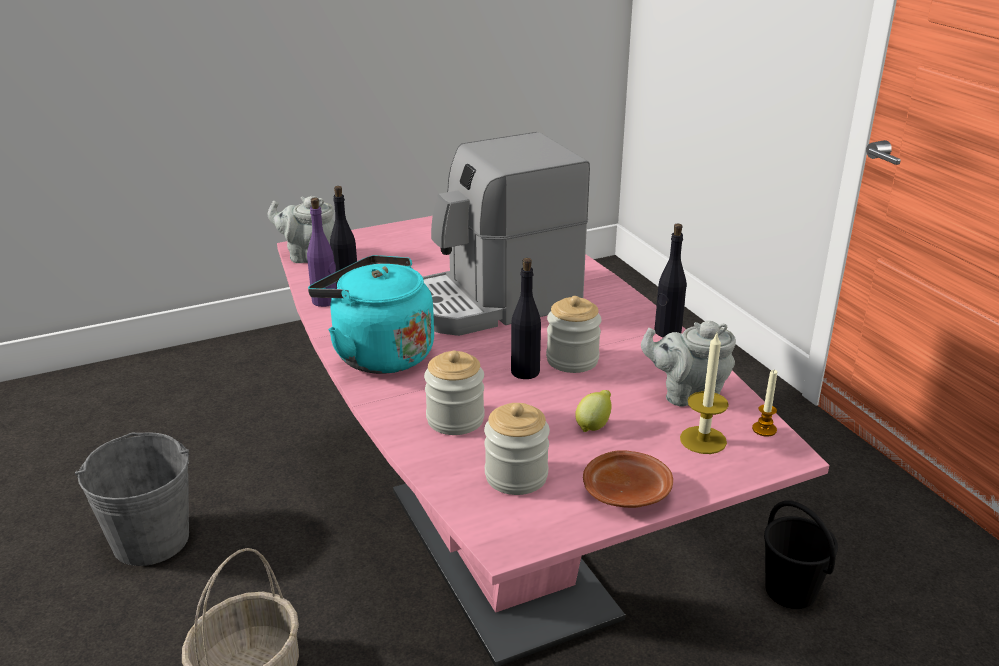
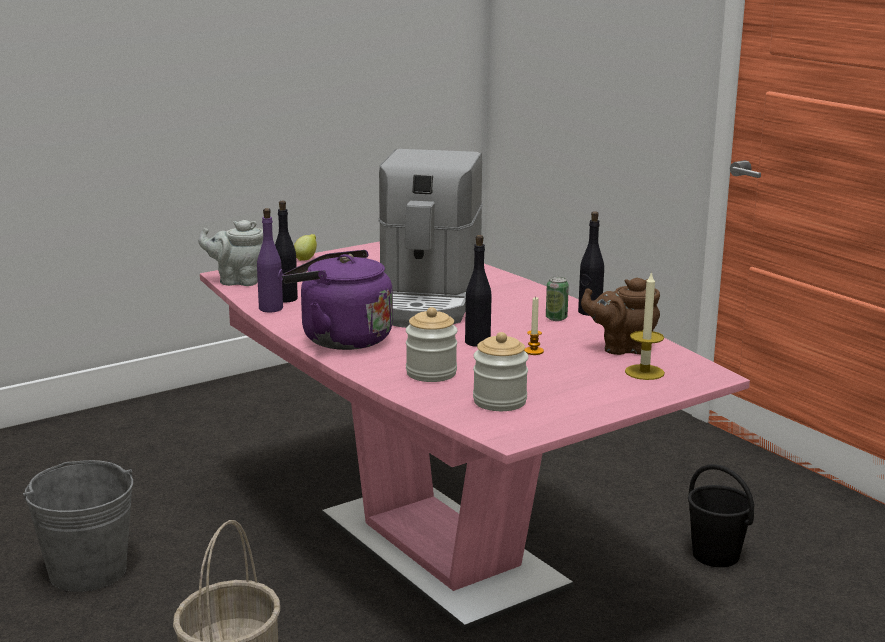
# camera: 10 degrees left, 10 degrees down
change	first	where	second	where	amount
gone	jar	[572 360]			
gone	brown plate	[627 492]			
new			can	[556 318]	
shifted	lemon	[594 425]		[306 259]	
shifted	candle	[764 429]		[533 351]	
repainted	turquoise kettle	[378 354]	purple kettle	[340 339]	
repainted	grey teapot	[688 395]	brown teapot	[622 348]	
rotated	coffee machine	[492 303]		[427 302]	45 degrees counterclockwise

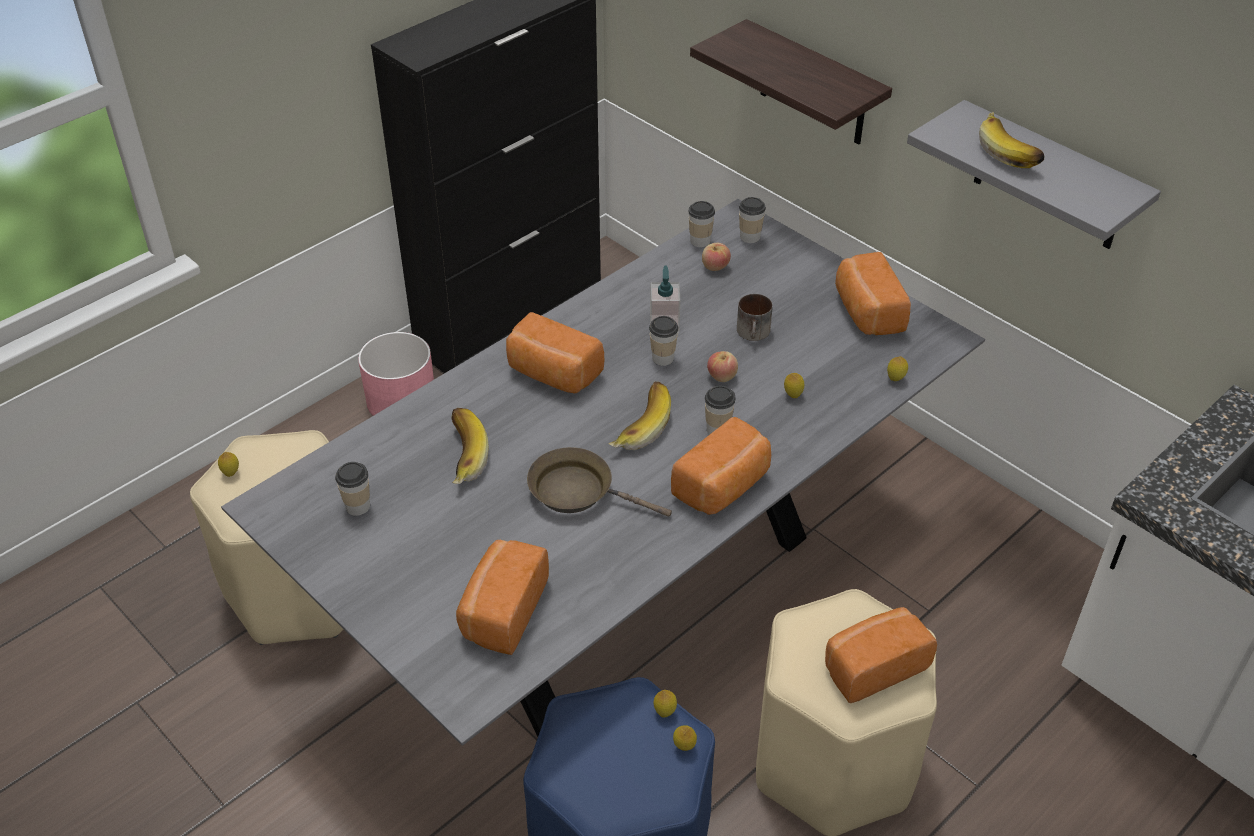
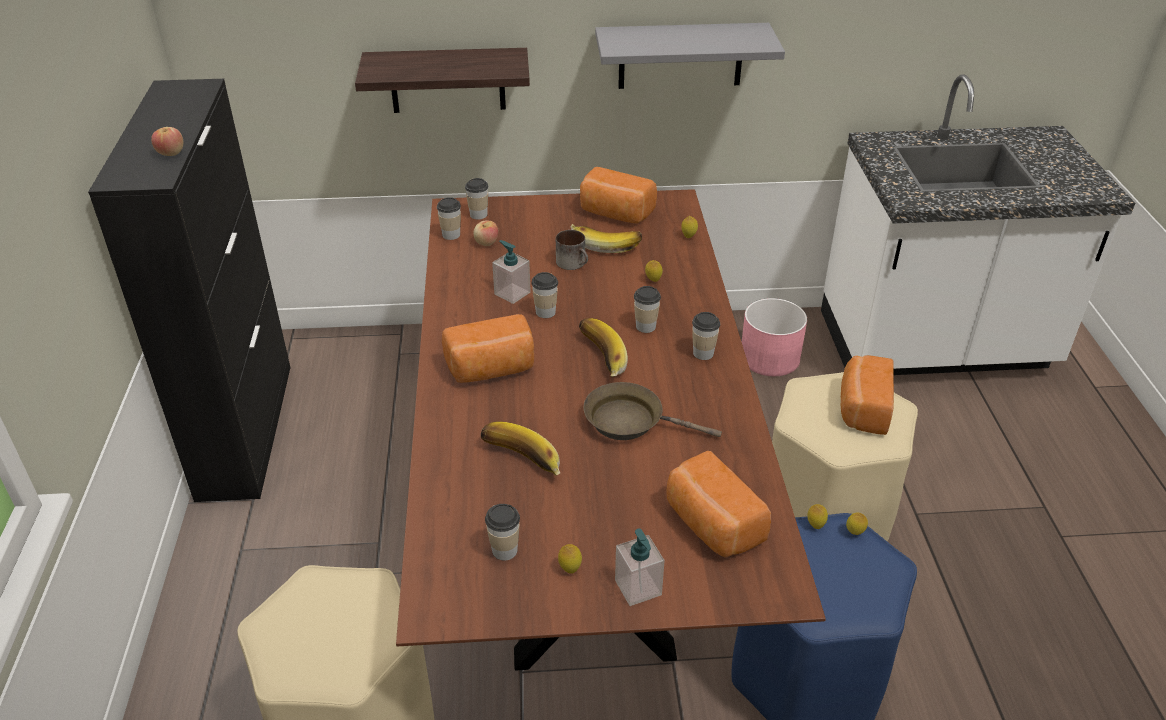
# camera: 50 degrees left, 5 degrees down
change	first	where	second	where	amount
new			soap dispenser	[638 588]	
shifted	lemon	[231 473]		[570 569]	
shifted	pink planter	[401 400]		[769 357]	
shifted	apple	[721 376]		[170 153]	
shifted	banana	[1010 152]		[606 244]	
swapped	bread	[724 486]	cup	[703 353]	
repainted	grey dining table	[627 590]	brown dining table	[582 529]	
rotated	brown frying pan	[578 491]		[630 421]	45 degrees clockwise

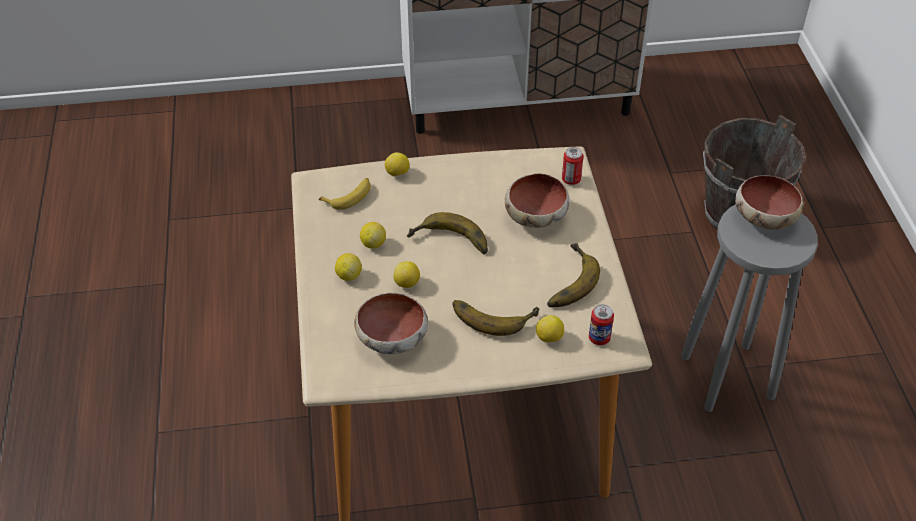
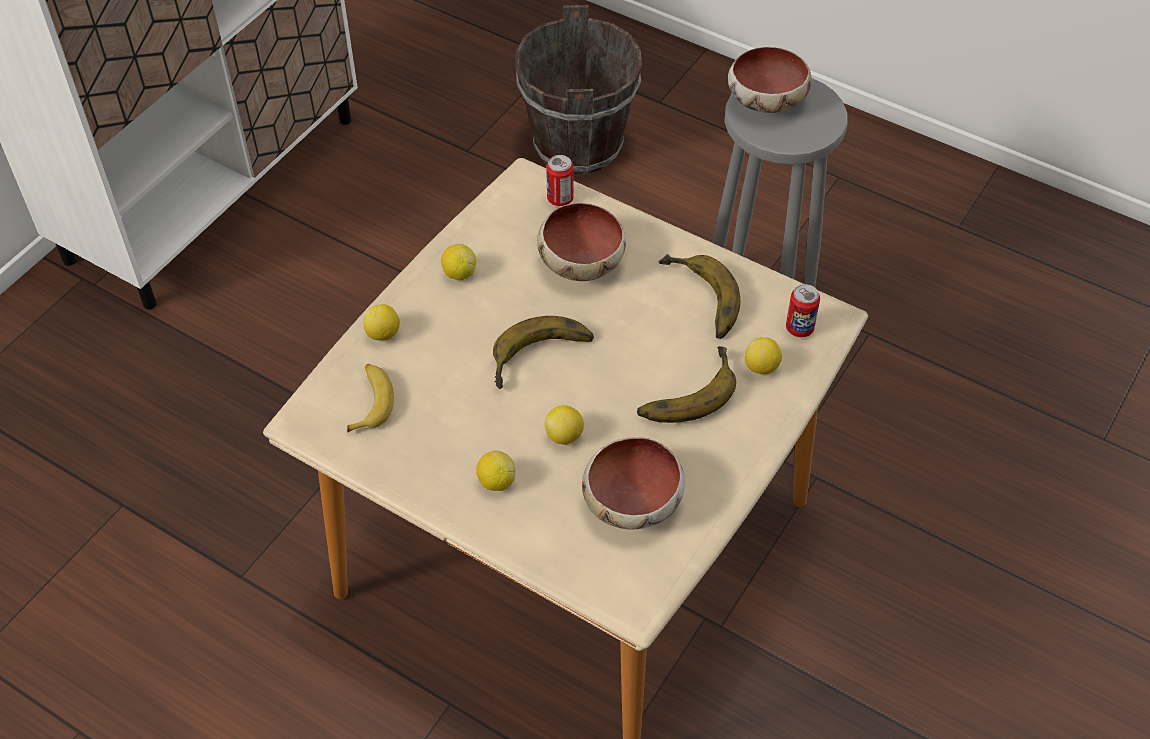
# camera: 50 degrees left, 5 degrees up
change	first	where	second	where	amount
shifted	lemon	[373 243]		[459 273]	

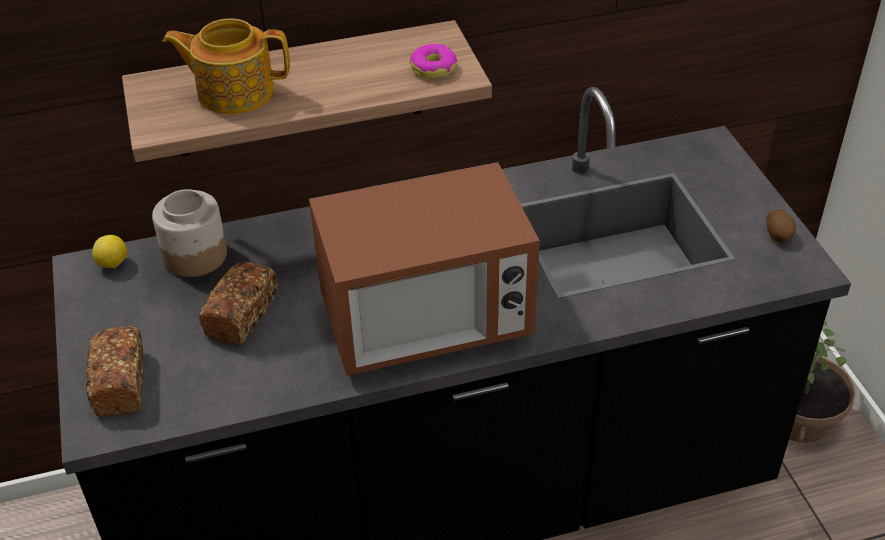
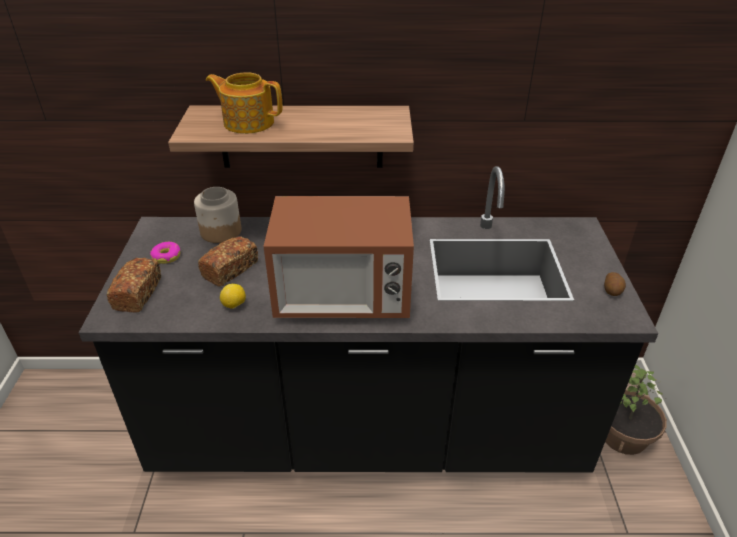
# camera: 15 degrees right, 5 degrees down
change	first	where	second	where	amount
shifted	lemon	[113 264]		[234 305]	
shifted	donut	[433 68]		[166 256]	

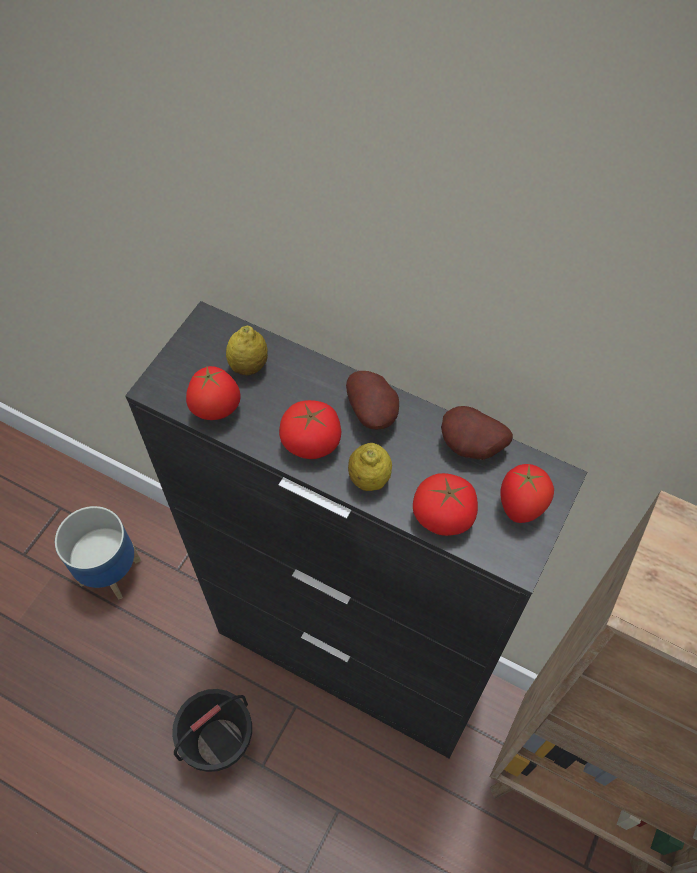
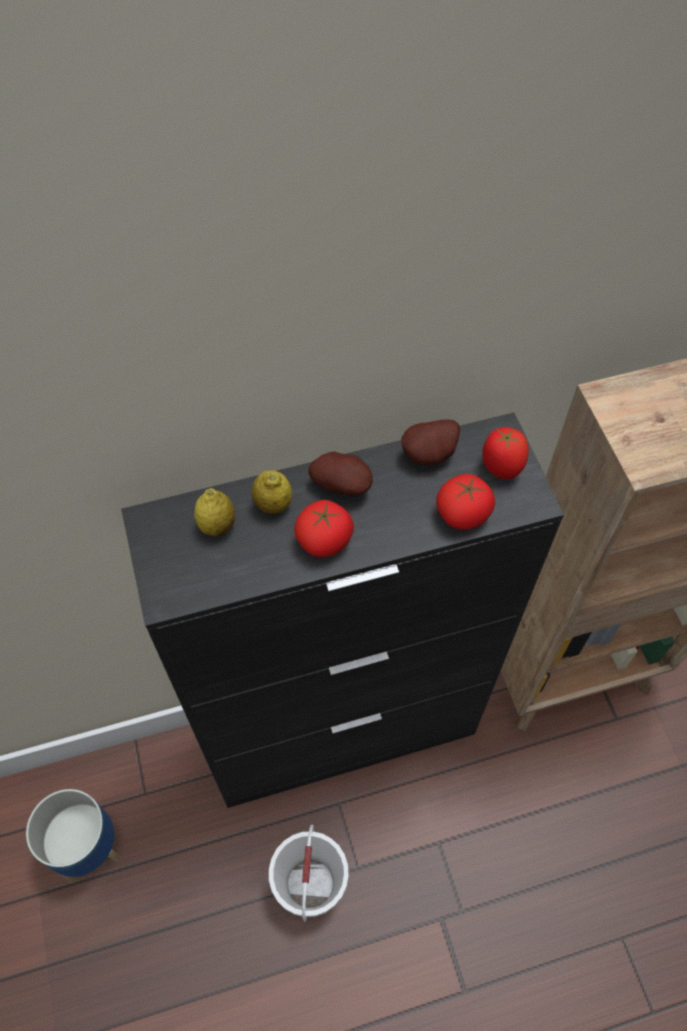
# camera: 45 degrees left, 0 degrees up
change	first	where	second	where	amount
gone	tomato	[216 410]			
shifted	lemon	[369 479]		[273 504]	
repainted	black bucket	[220 742]	white bucket	[310 883]	

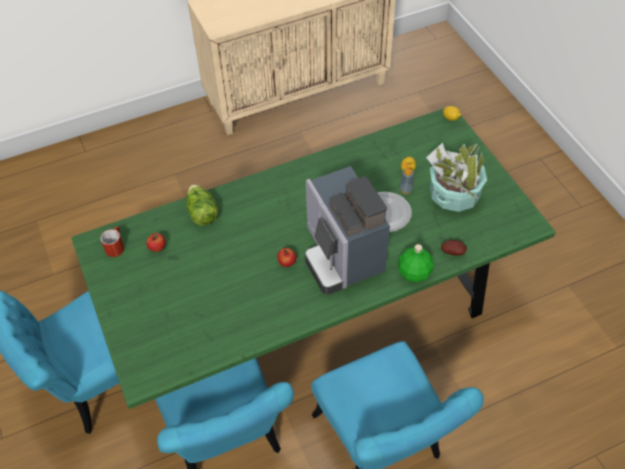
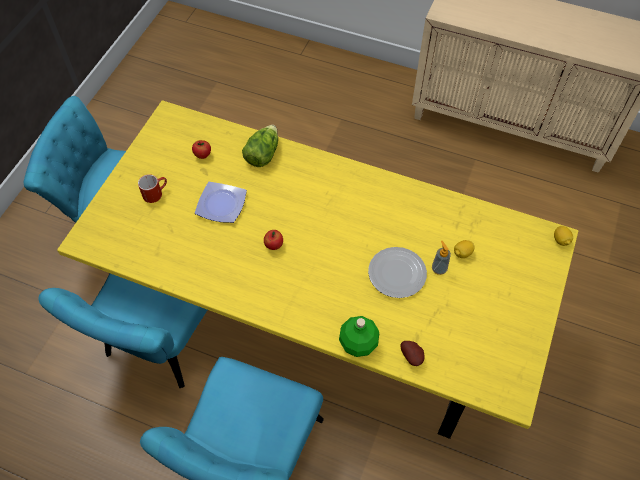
# camera: 45 degrees right, 5 degrees up
change	first	where	second	where	amount
gone	coffee machine	[342 256]			
gone	potted plant	[454 194]			
new			plate	[220 205]	
shifted	red mug	[115 246]		[155 193]	
repainted	green dining table	[314 314]	yellow dining table	[319 313]	

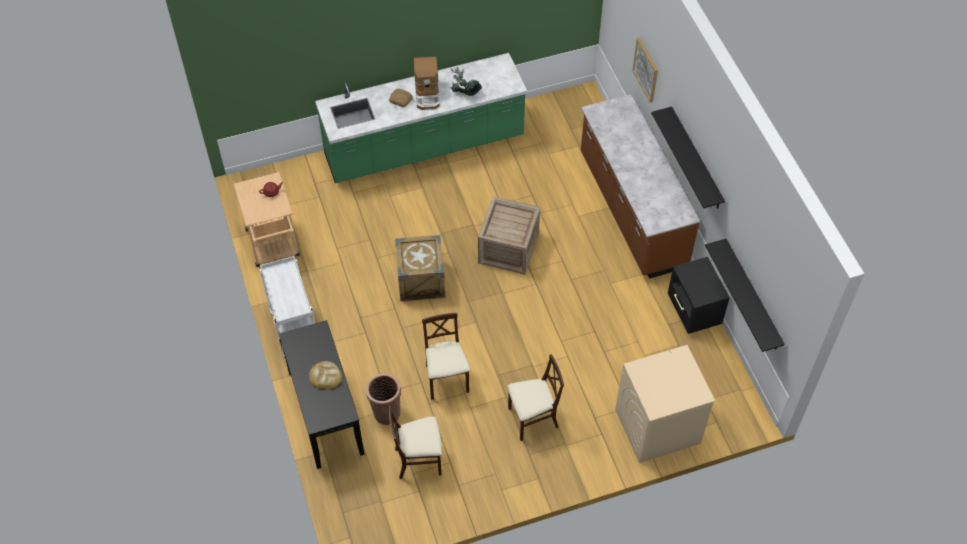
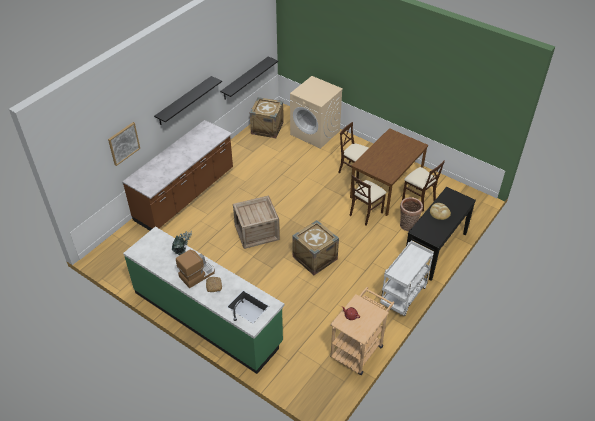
# camera: 125 degrees left, 10 degrees down
change	first	where	second	where	amount
gone	black nightstand	[693 312]			
new			crate	[267 128]	
new			brown dining table	[386 187]	

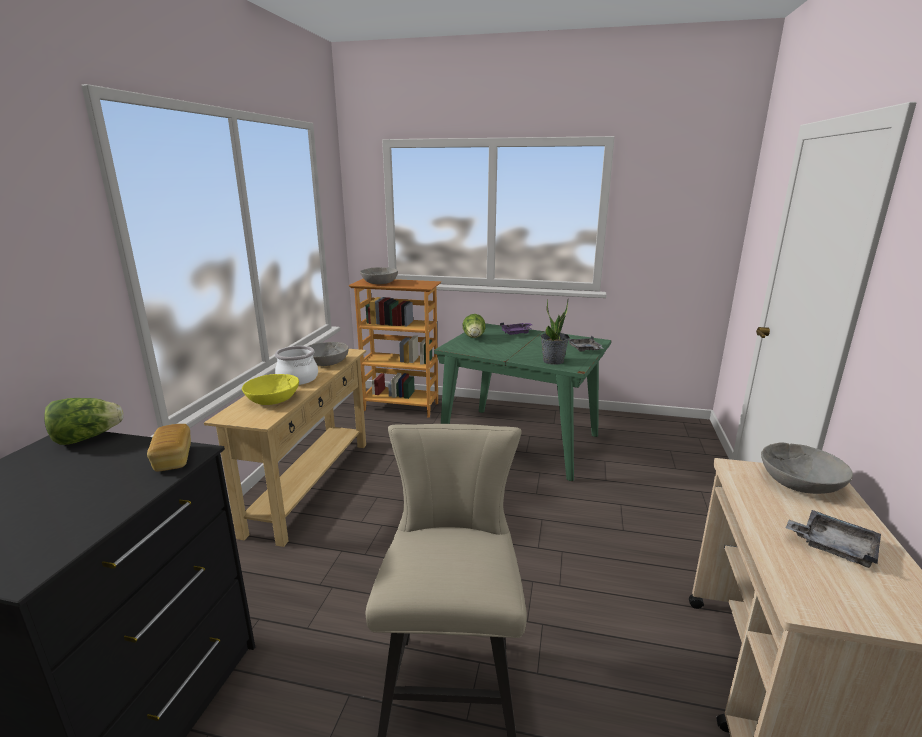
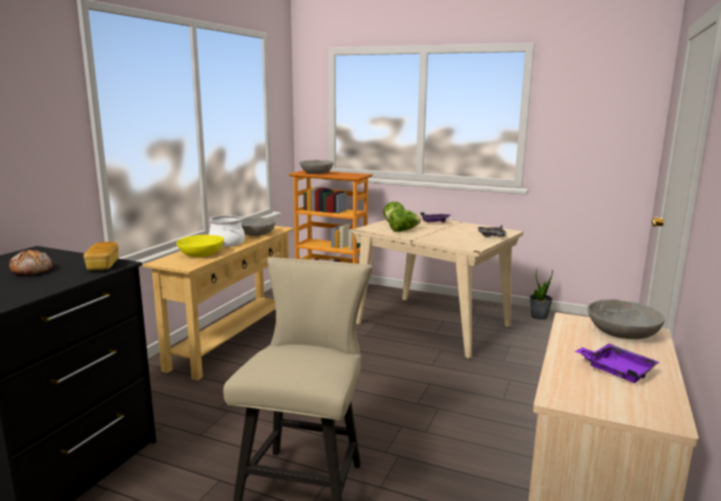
# camera: 10 degrees right, 5 degrees down
change	first	where	second	where	amount
new			bread	[32 270]	
shifted	lettuce	[87 438]		[403 230]	
shifted	potted plant	[553 361]		[539 316]	
repainted	green dining table	[521 441]	beige dining table	[433 325]	
repainted	grey tray	[833 546]	purple tray	[616 370]	

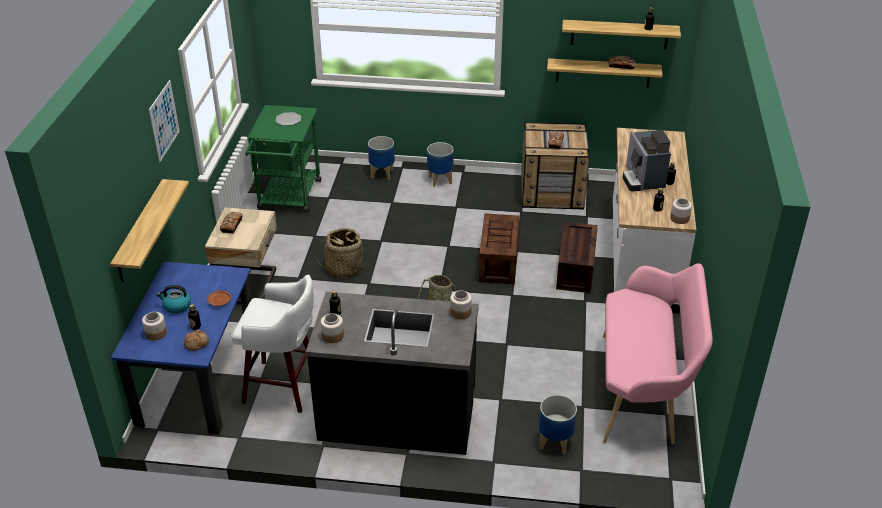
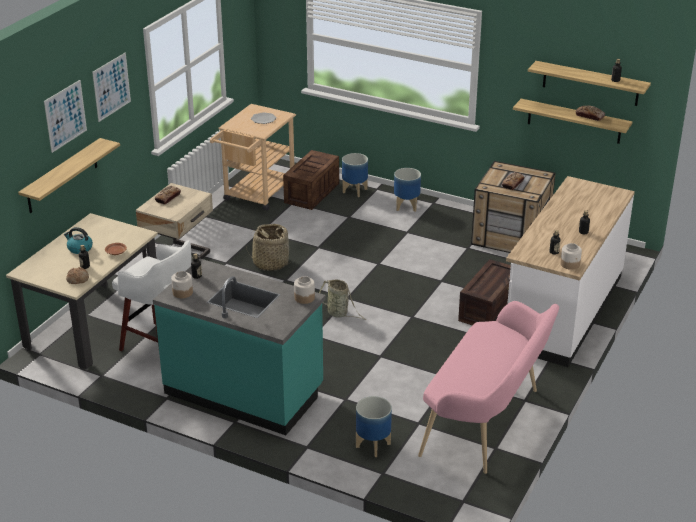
# camera: 20 degrees right, 5 degrees down
change	first	where	second	where	amount
gone	jar	[156 333]			
gone	coffee machine	[642 179]			
new			picture	[65 116]	
shifted	crate	[498 263]		[311 193]	
repainted	blue dining table	[198 381]	beige dining table	[93 325]	
repainted	green cart	[288 198]	beige cart	[256 196]	
repainted	black counter	[397 416]	turquoise counter	[244 391]	

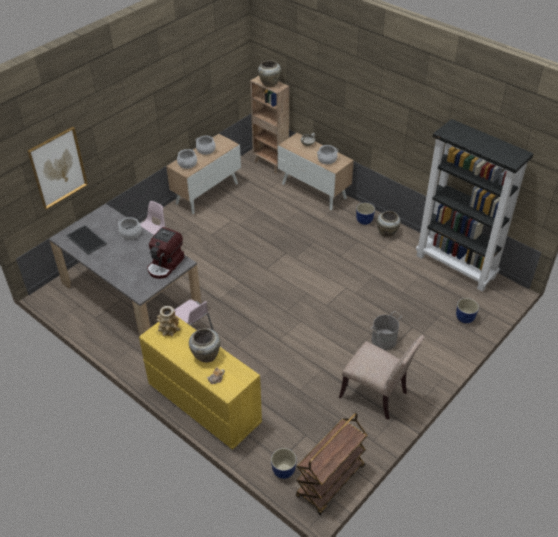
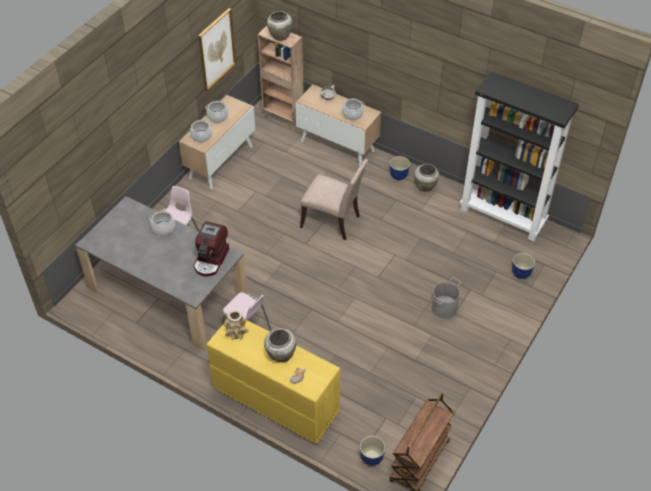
# camera: 10 degrees left, 5 degrees up
change	first	where	second	where	amount
gone	tray	[87 239]			
shifted	picture	[58 168]		[216 49]	
shifted	beige chair	[376 395]		[333 221]	

